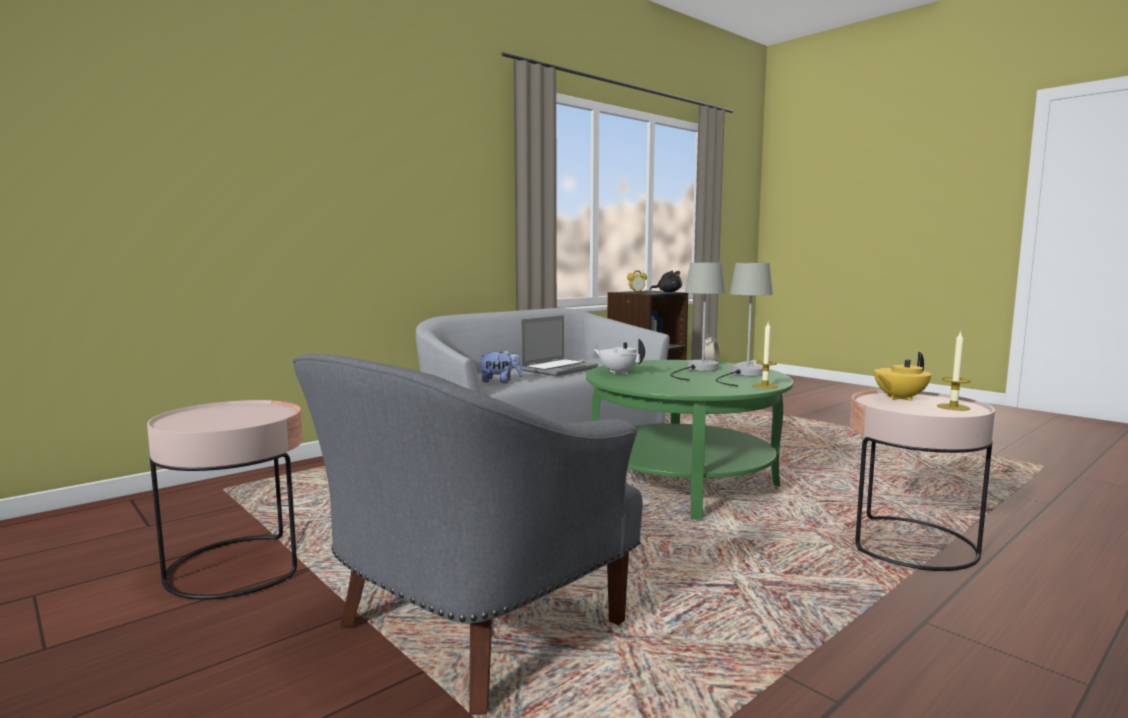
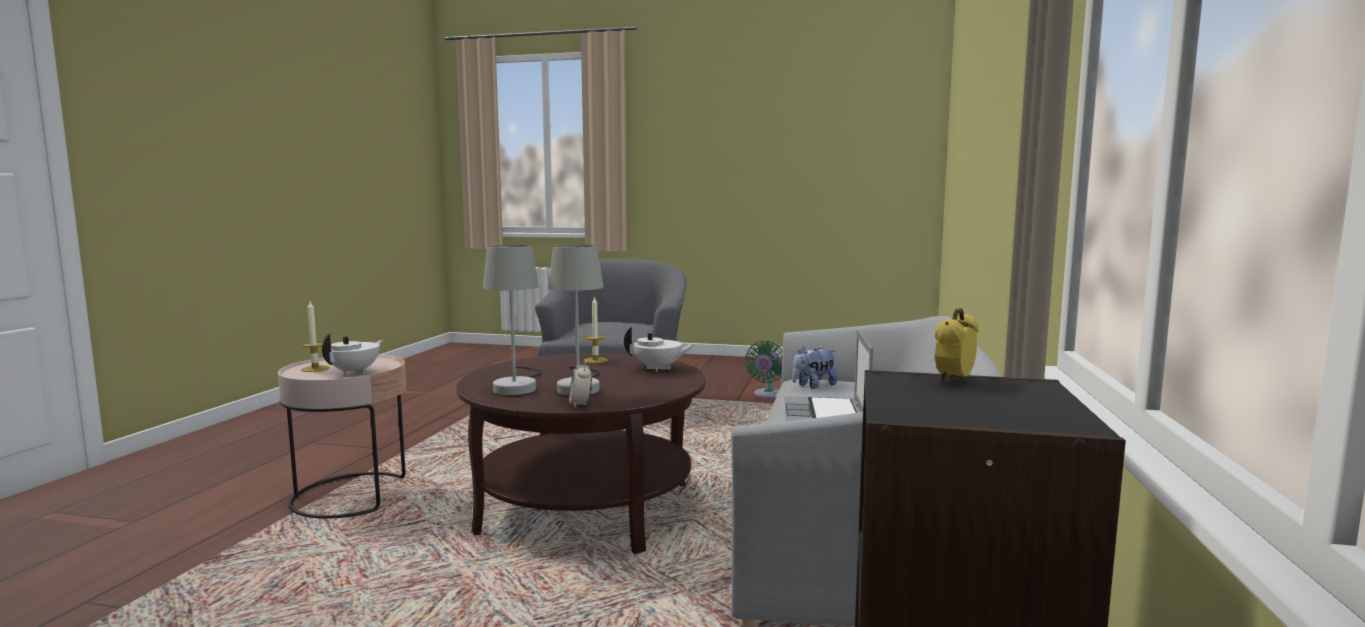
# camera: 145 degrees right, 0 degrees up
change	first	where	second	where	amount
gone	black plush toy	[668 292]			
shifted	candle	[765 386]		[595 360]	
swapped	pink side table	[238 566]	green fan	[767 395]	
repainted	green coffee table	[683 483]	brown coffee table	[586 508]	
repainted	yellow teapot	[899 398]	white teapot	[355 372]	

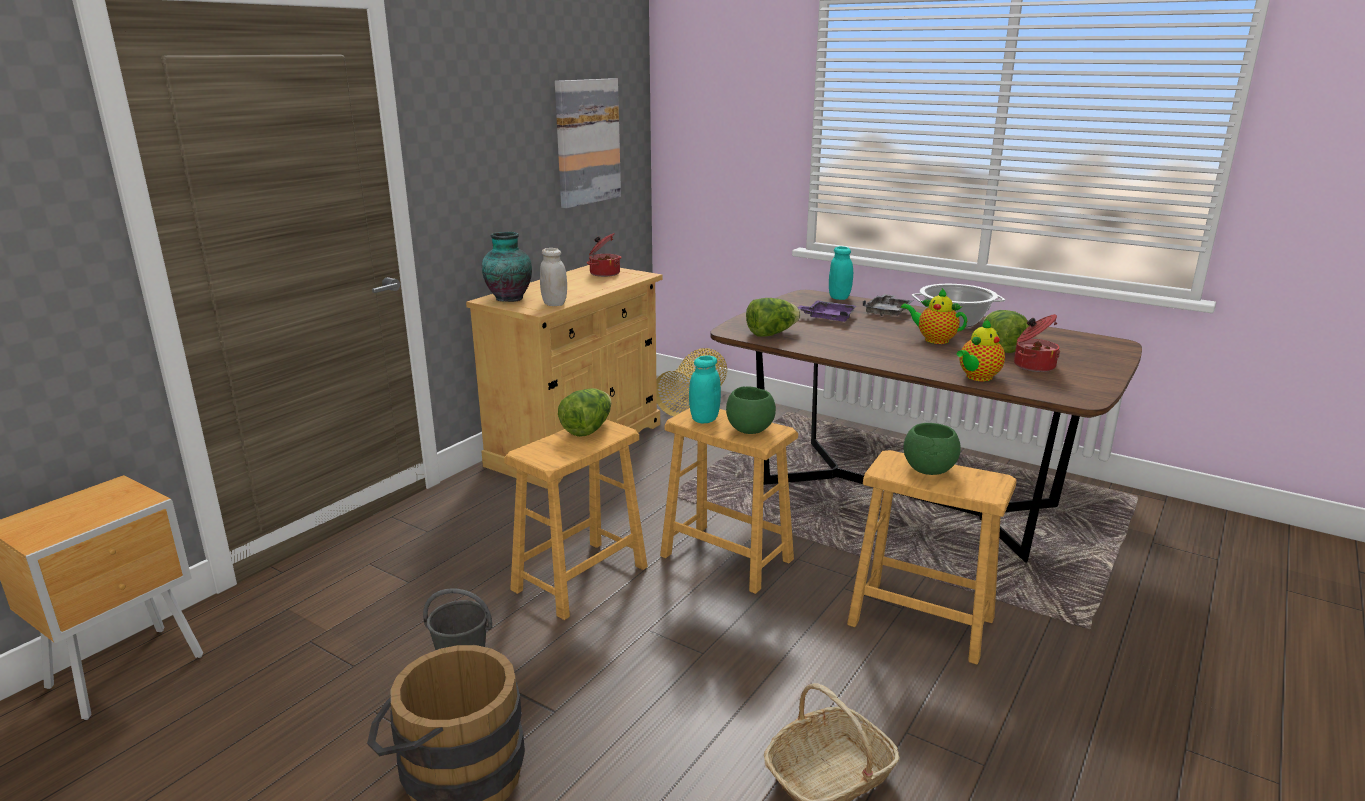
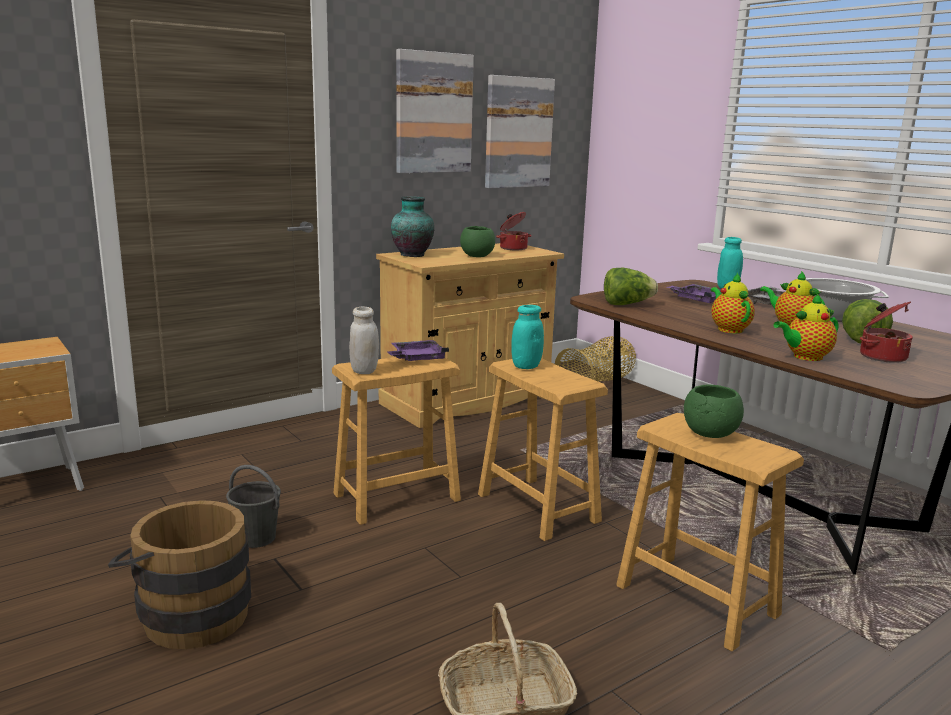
# camera: 20 degrees right, 5 degrees down
change	first	where	second	where	amount
new			picture	[433 113]	
new			teapot	[728 329]	
shifted	white jar	[554 304]		[364 371]	
shifted	green bowl	[749 430]		[476 256]	
swapped	lettuce	[588 429]	purple tray	[416 358]	

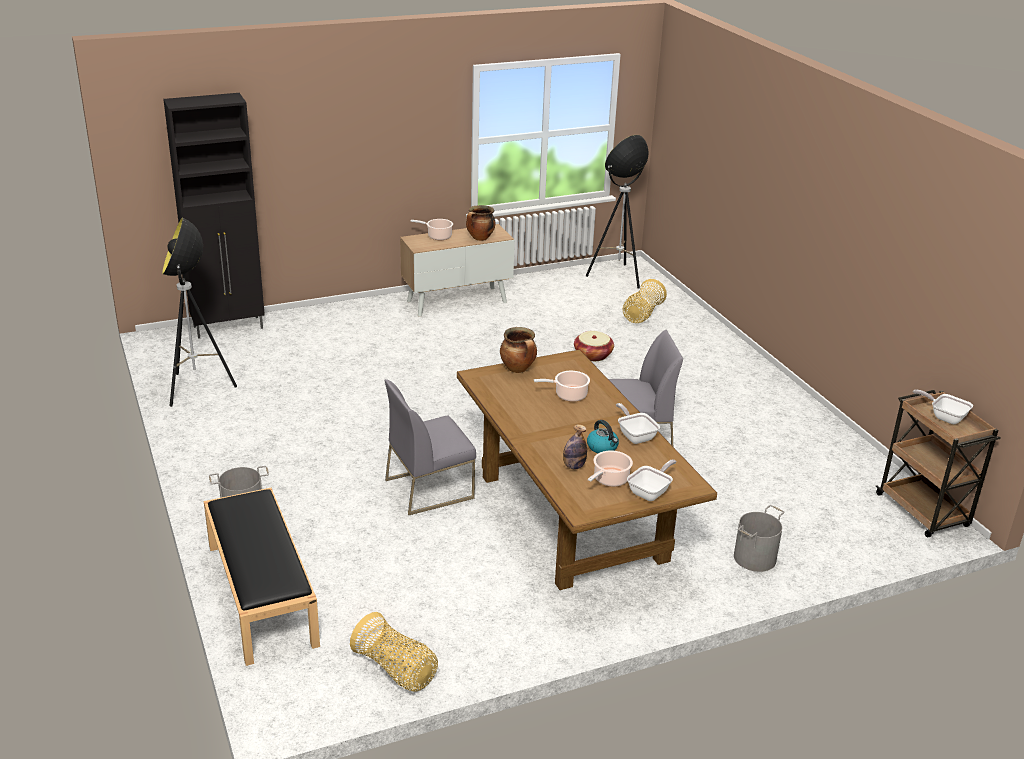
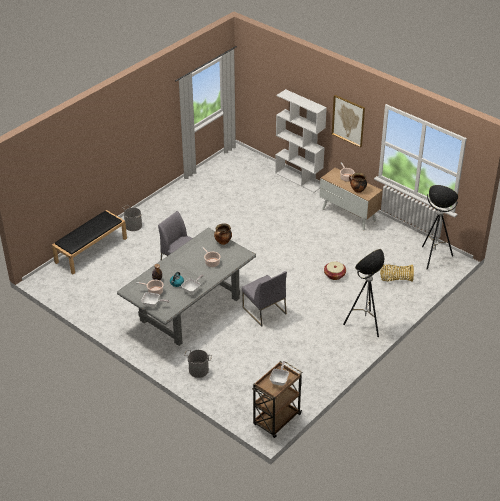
# camera: 65 degrees right, 10 degrees up
change	first	where	second	where	amount
gone	black cabinet	[229 327]			
gone	basket	[396 670]			
new			white bookcase	[299 179]	
new			picture	[348 120]	
shifted	floor lamp	[197 389]		[364 325]	
repainted	brown dining table	[572 518]	grey dining table	[190 309]	

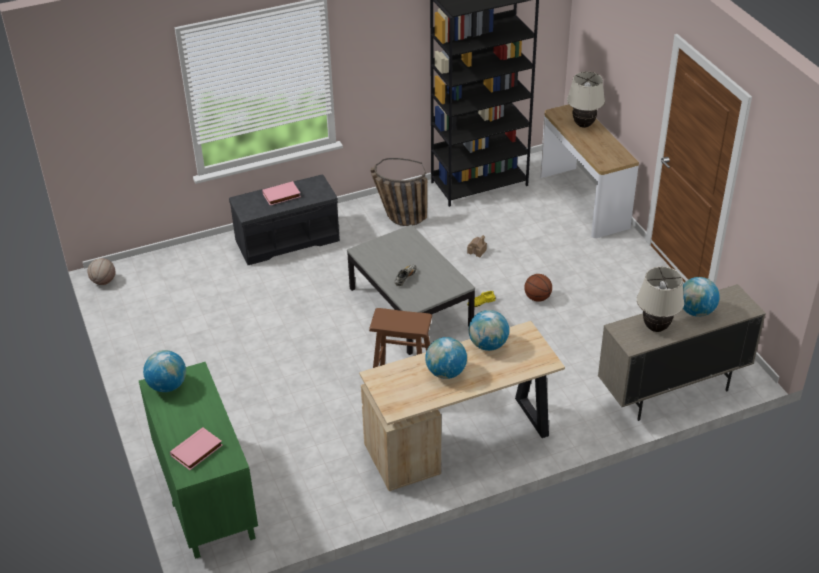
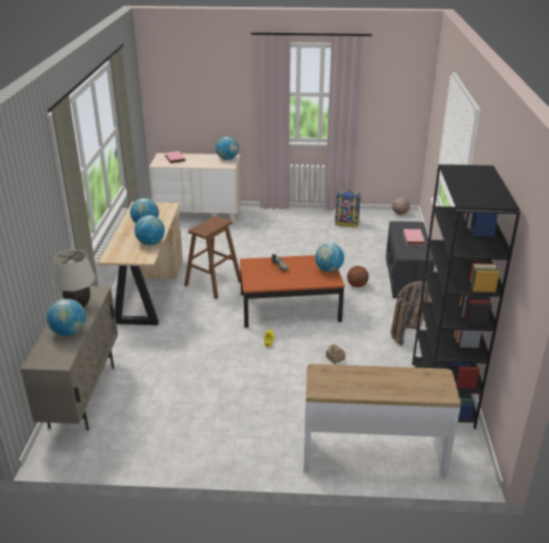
# camera: 115 degrees right, 10 degrees down
change	first	where	second	where	amount
gone	beige table lamp	[583 125]			
new			globe	[328 270]	
new			backpack	[347 223]	
shifted	basketball	[537 298]		[357 285]	
repainted	green dresser	[205 494]	beige dresser	[199 214]	
repainted	grey coffee table	[410 307]	brown coffee table	[290 307]	

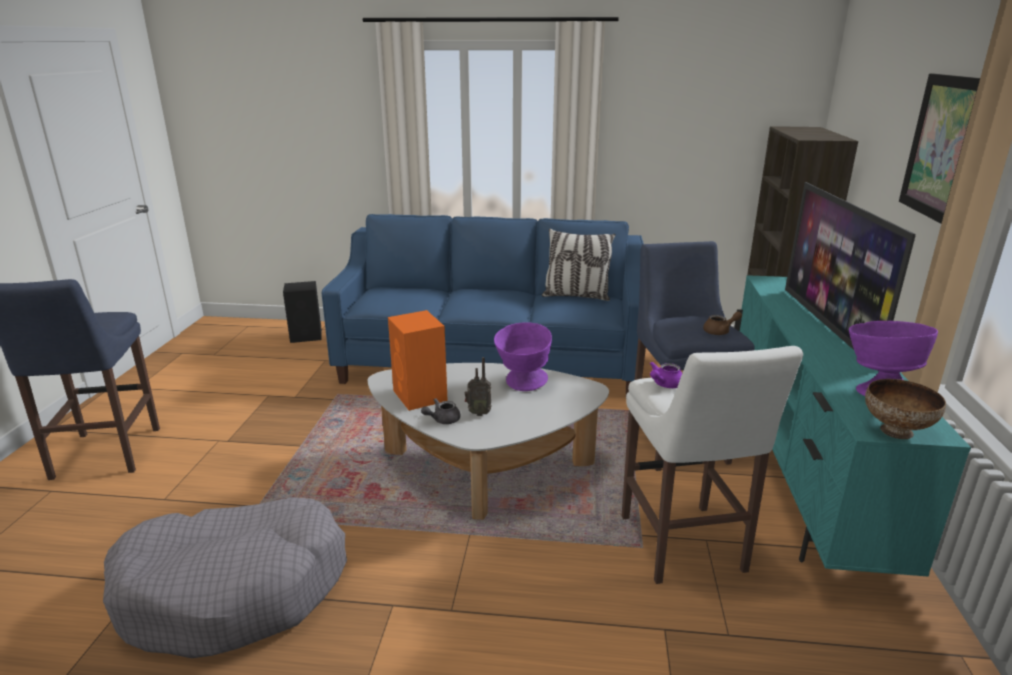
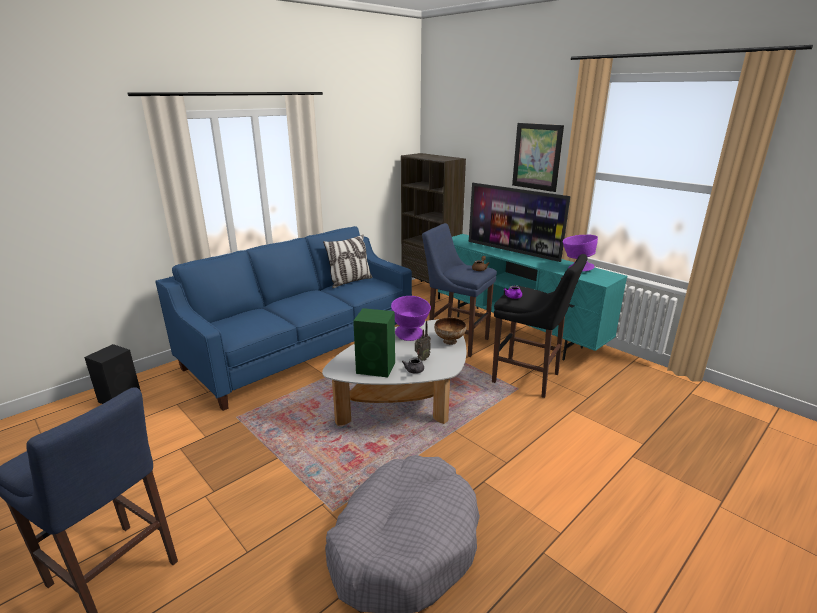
# camera: 50 degrees left, 0 degrees up
change	first	where	second	where	amount
shifted	bowl	[896 431]		[449 341]	
repainted	orange speaker	[420 396]	green speaker	[377 368]	
repainted	white stool	[683 547]	black stool	[529 379]	

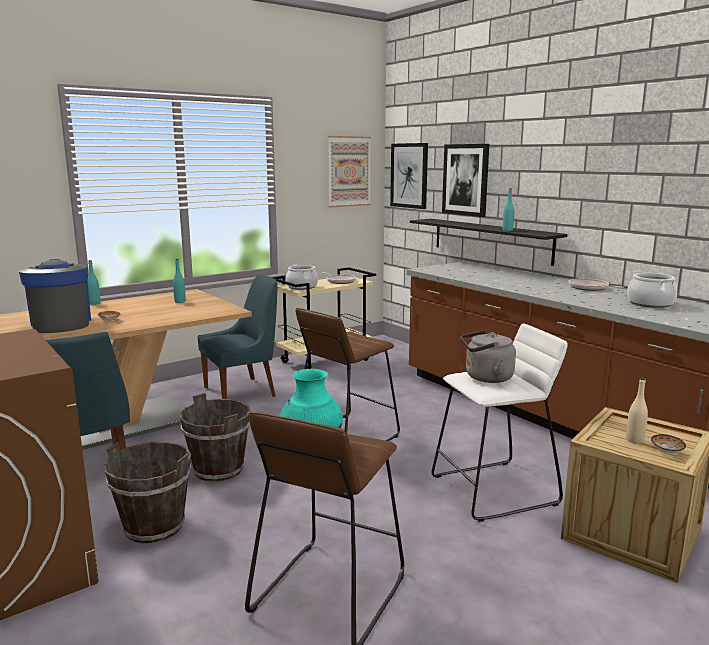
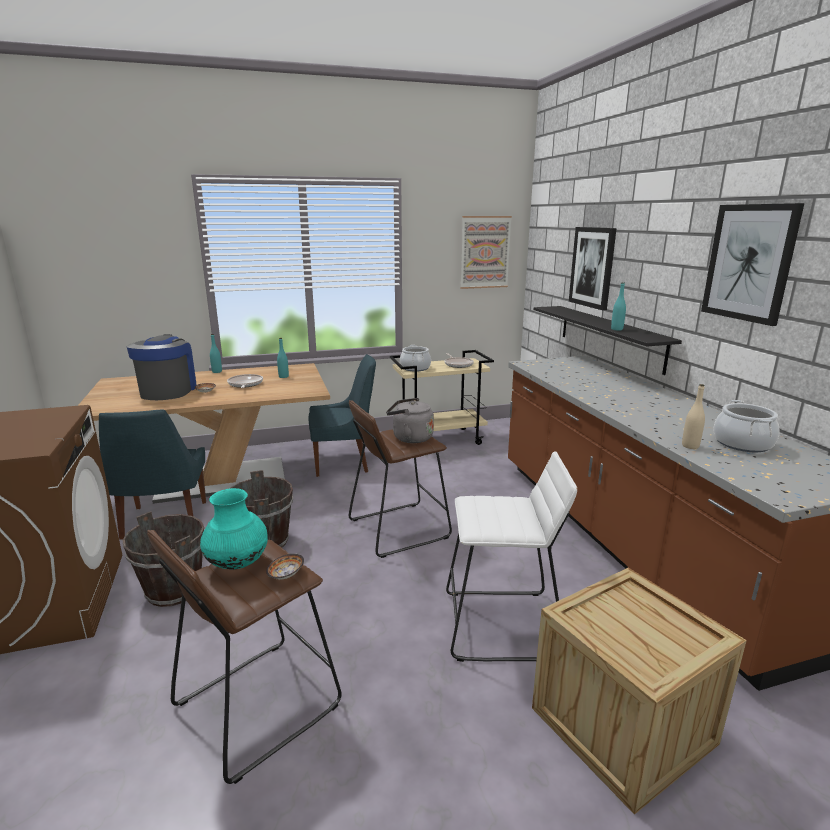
# camera: 20 degrees right, 5 degrees up
change	first	where	second	where	amount
shifted	picture	[409 175]		[749 263]	
shifted	grey kettle	[486 378]		[410 438]	
shifted	frying pan	[590 288]		[245 384]	
shifted	beige bottle	[634 440]		[690 446]	
shifted	bowl	[666 451]		[286 575]	

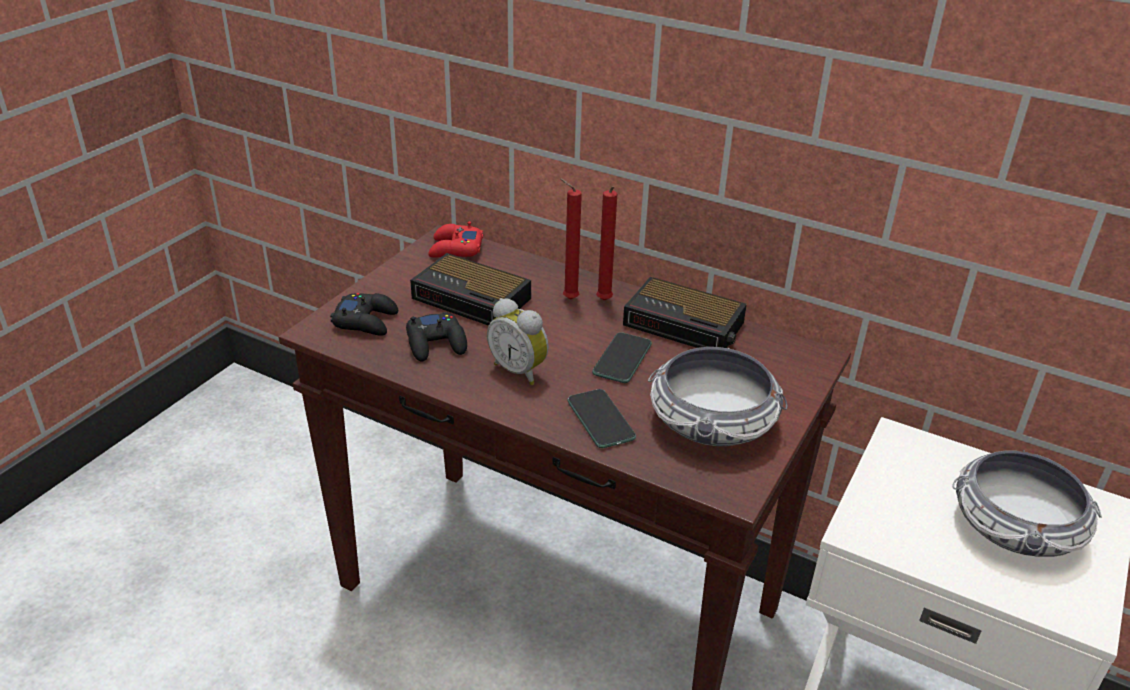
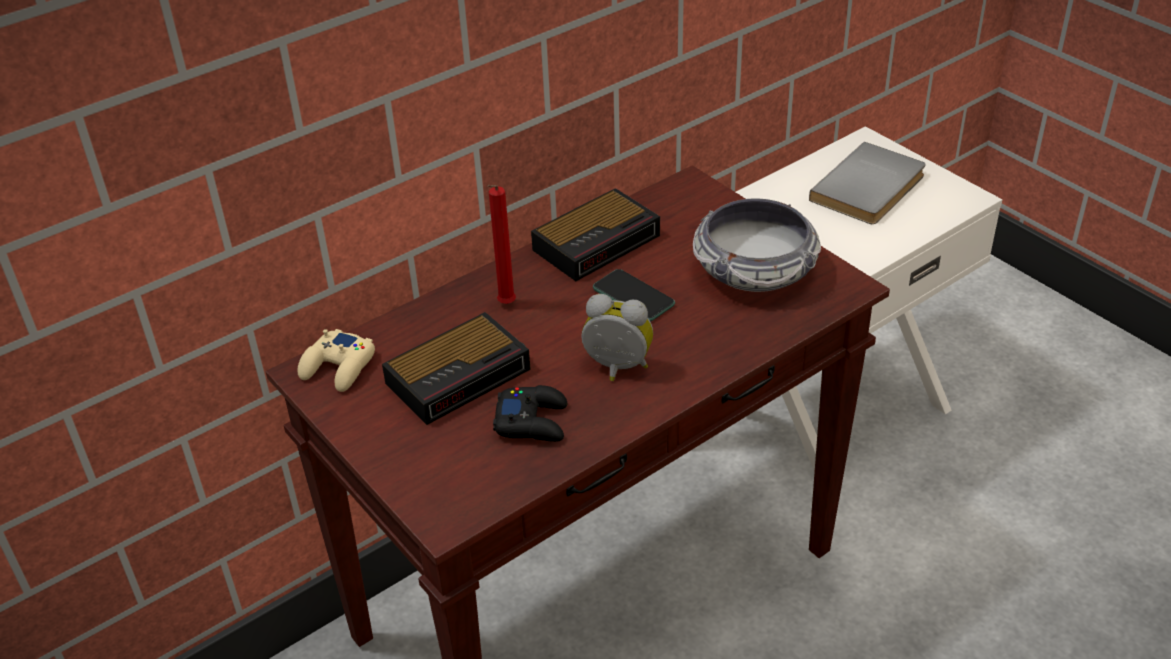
# camera: 65 degrees left, 5 degrees up
change	first	where	second	where	amount
gone	black game controller	[366 321]			
gone	phone	[600 420]			
gone	red candle	[604 302]			
swapped	bowl	[1014 526]	grey book	[871 189]	
repainted	red game controller	[455 249]	beige game controller	[339 367]	
rotated	alarm clock	[520 370]		[616 369]	135 degrees counterclockwise

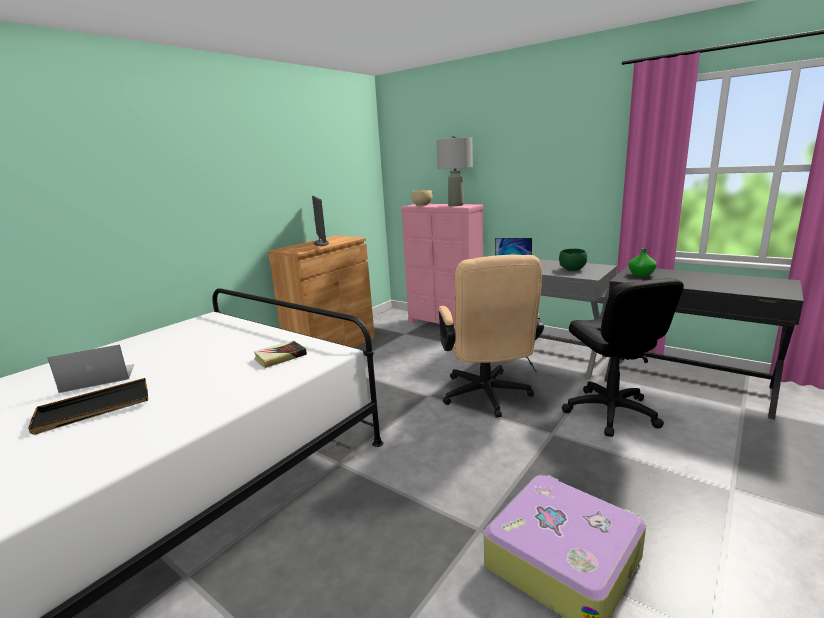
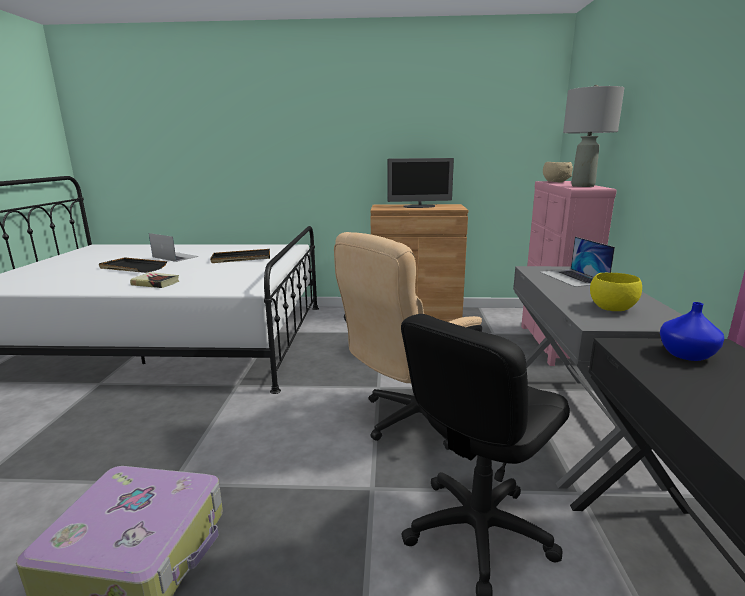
# camera: 55 degrees right, 0 degrees up
change	first	where	second	where	amount
new			black tray	[241 258]	
shifted	book	[280 357]		[155 283]	
repainted	green bowl	[572 269]	yellow bowl	[612 308]	
repainted	green vase	[642 274]	blue vase	[687 355]	
rotated	monitor	[321 243]		[419 207]	45 degrees clockwise

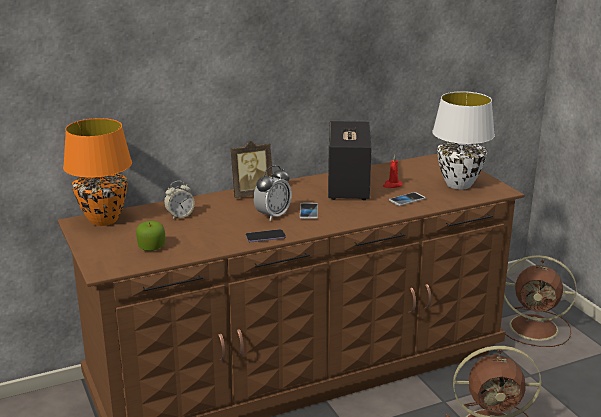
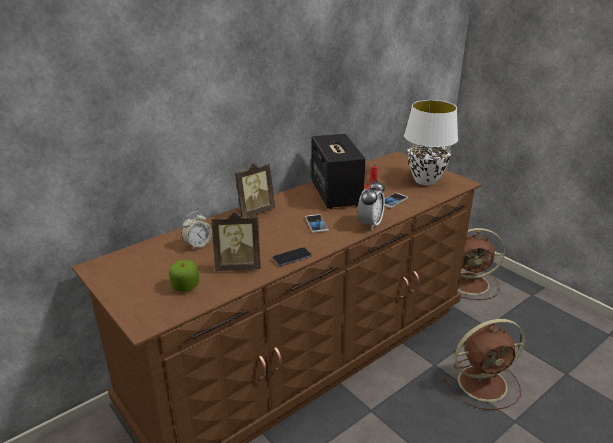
# camera: 15 degrees left, 5 degrees up
change	first	where	second	where	amount
gone	orange table lamp	[103 220]			
new			picture frame	[238 266]	
shifted	alarm clock	[273 215]		[370 224]	

